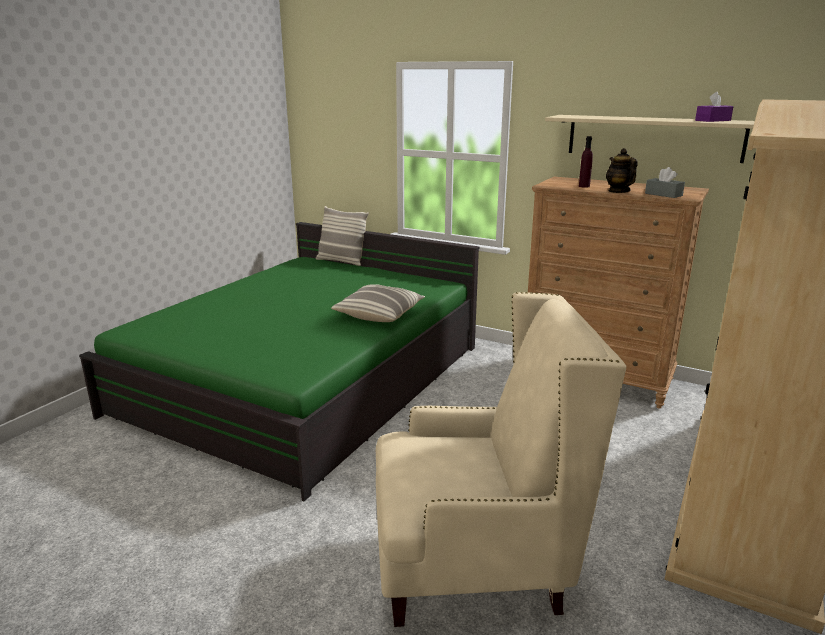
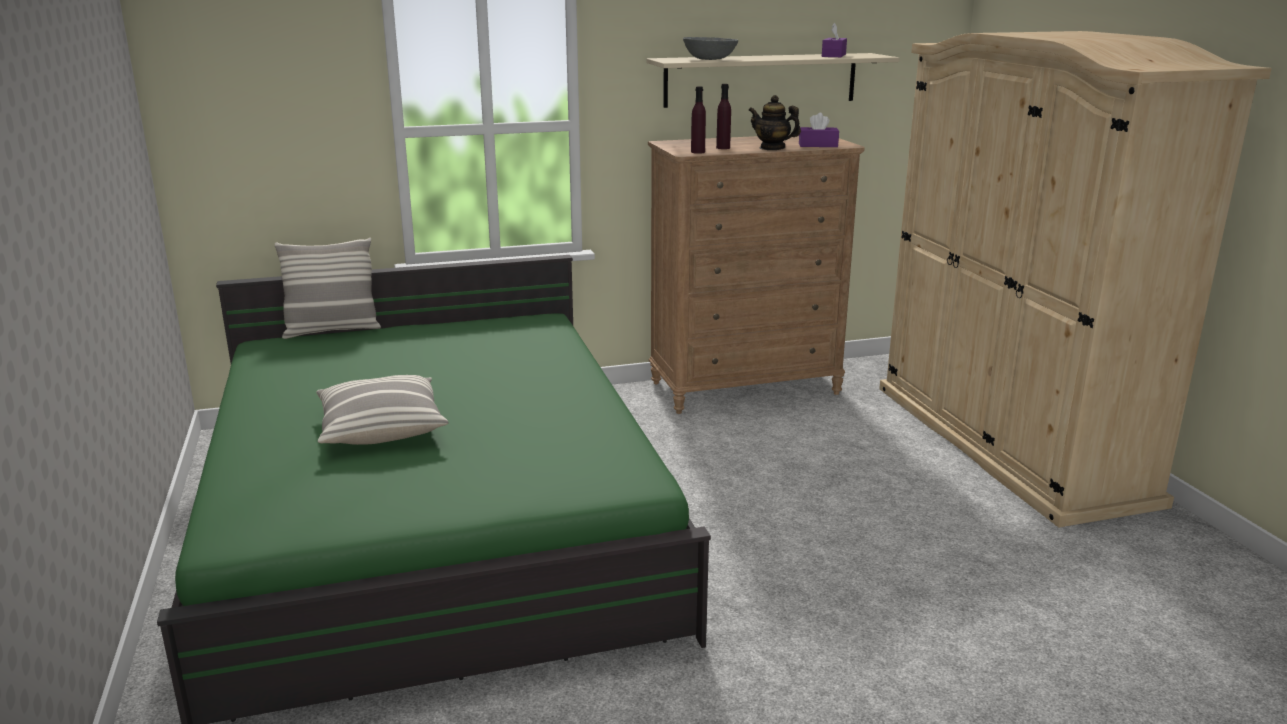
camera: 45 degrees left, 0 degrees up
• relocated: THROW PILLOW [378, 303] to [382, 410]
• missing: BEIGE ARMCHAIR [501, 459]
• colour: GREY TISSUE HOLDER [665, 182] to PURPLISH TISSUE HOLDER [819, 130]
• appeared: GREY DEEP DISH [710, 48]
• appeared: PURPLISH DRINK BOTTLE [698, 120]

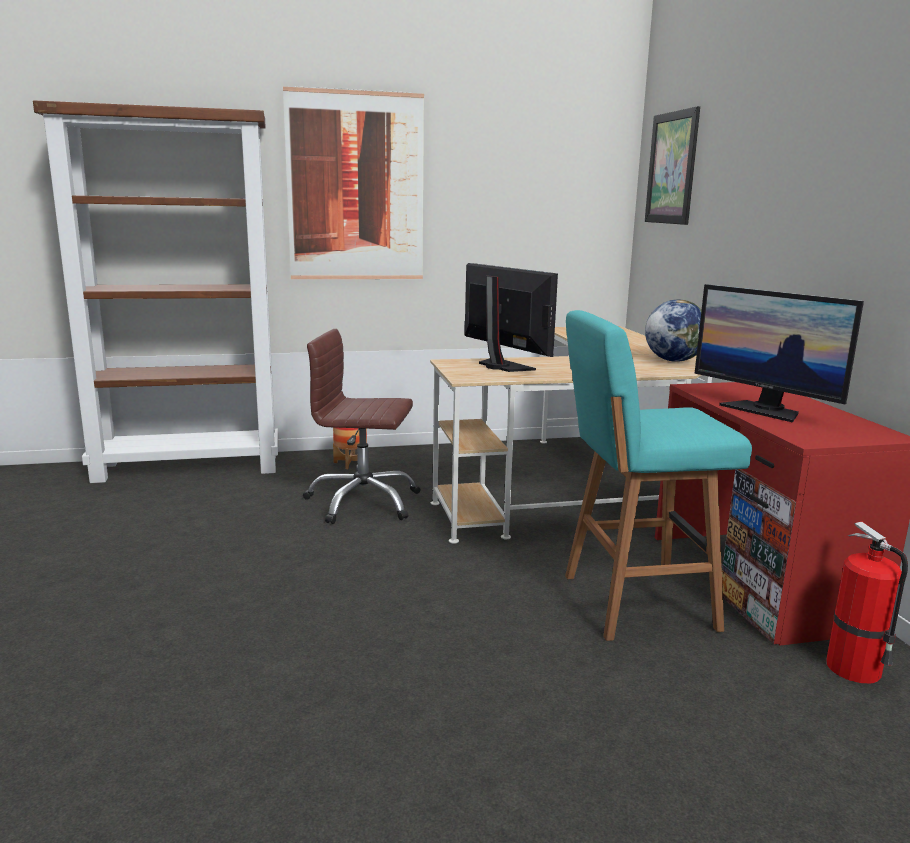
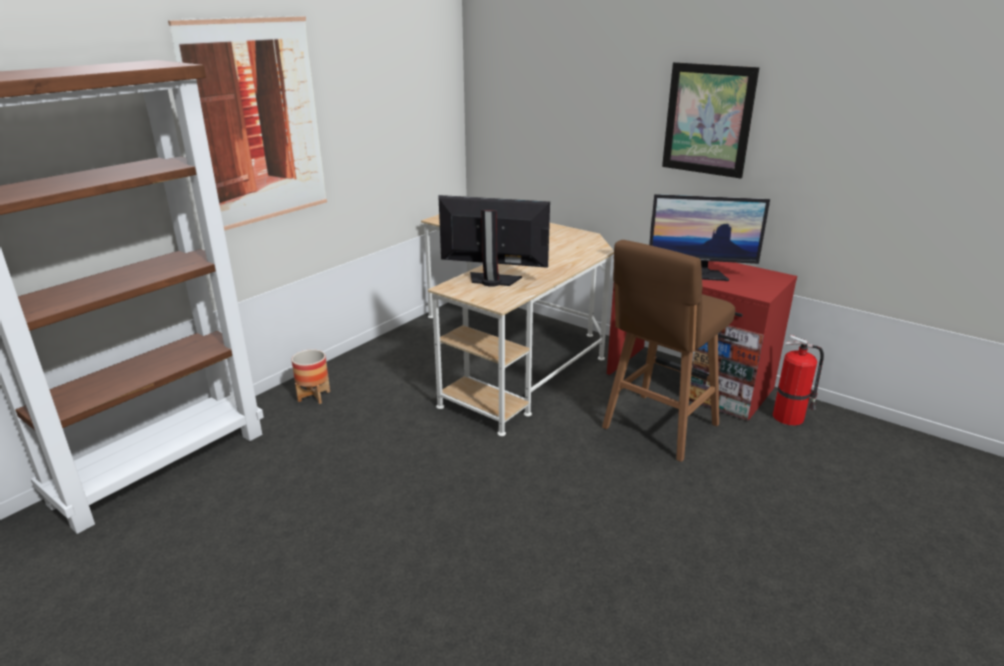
camera: 40 degrees left, 10 degrees up
• missing: BROWN-COLOURED COMPUTER CHAIR [361, 426]
• colour: TURQUOISE STOOL SEAT [658, 475] to BROWN-COLOURED STOOL SEAT [668, 351]
• relocated: WALL PICTURE [672, 165] to [710, 120]
• missing: GLOBE [673, 330]

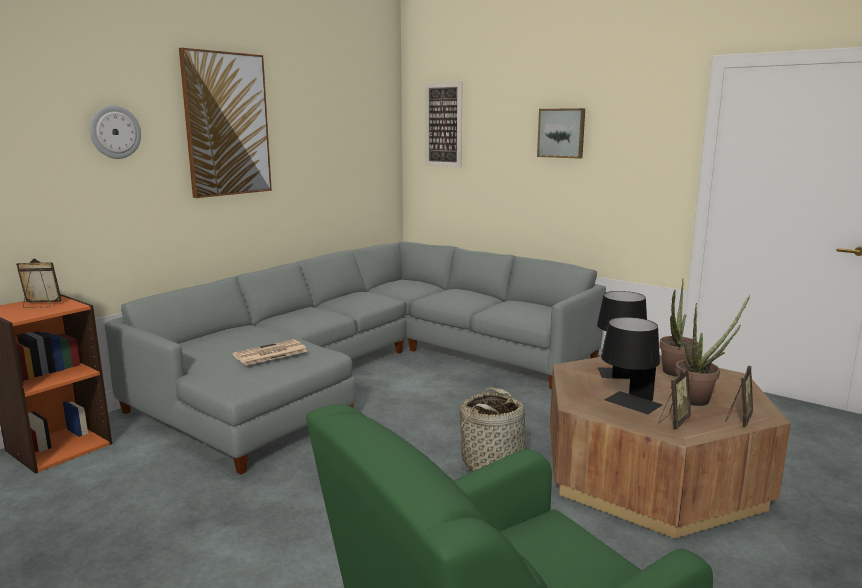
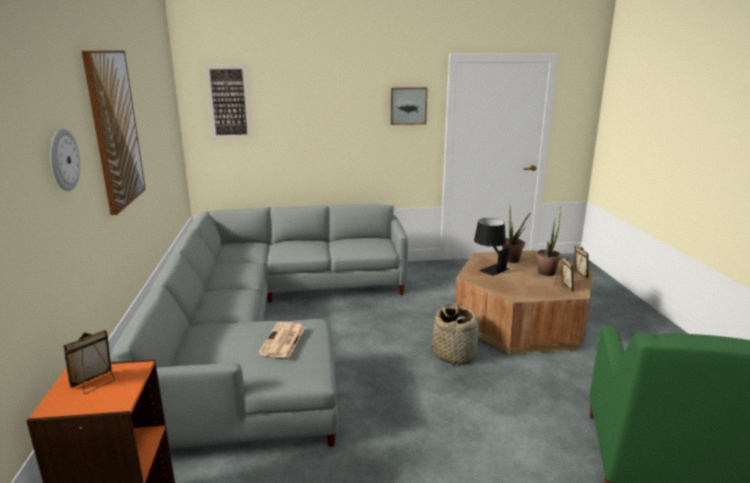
camera: 45 degrees left, 5 degrees up
• relocated: WALL PICTURE [561, 133] to [409, 106]
• missing: BLACK LAMP FOR A TABLE [631, 365]

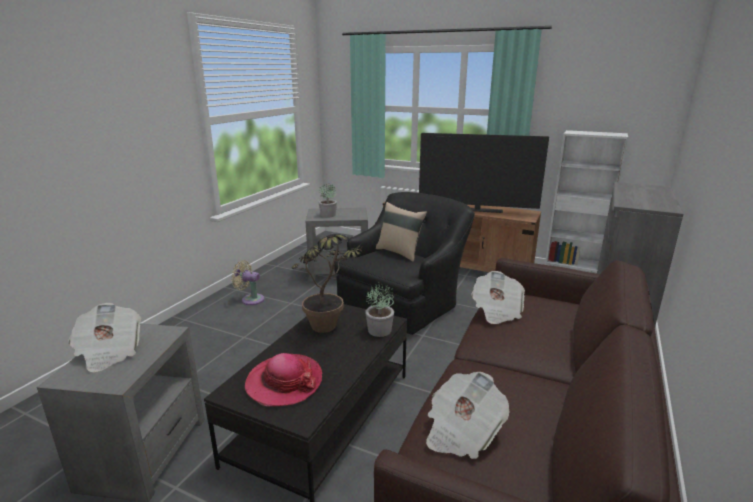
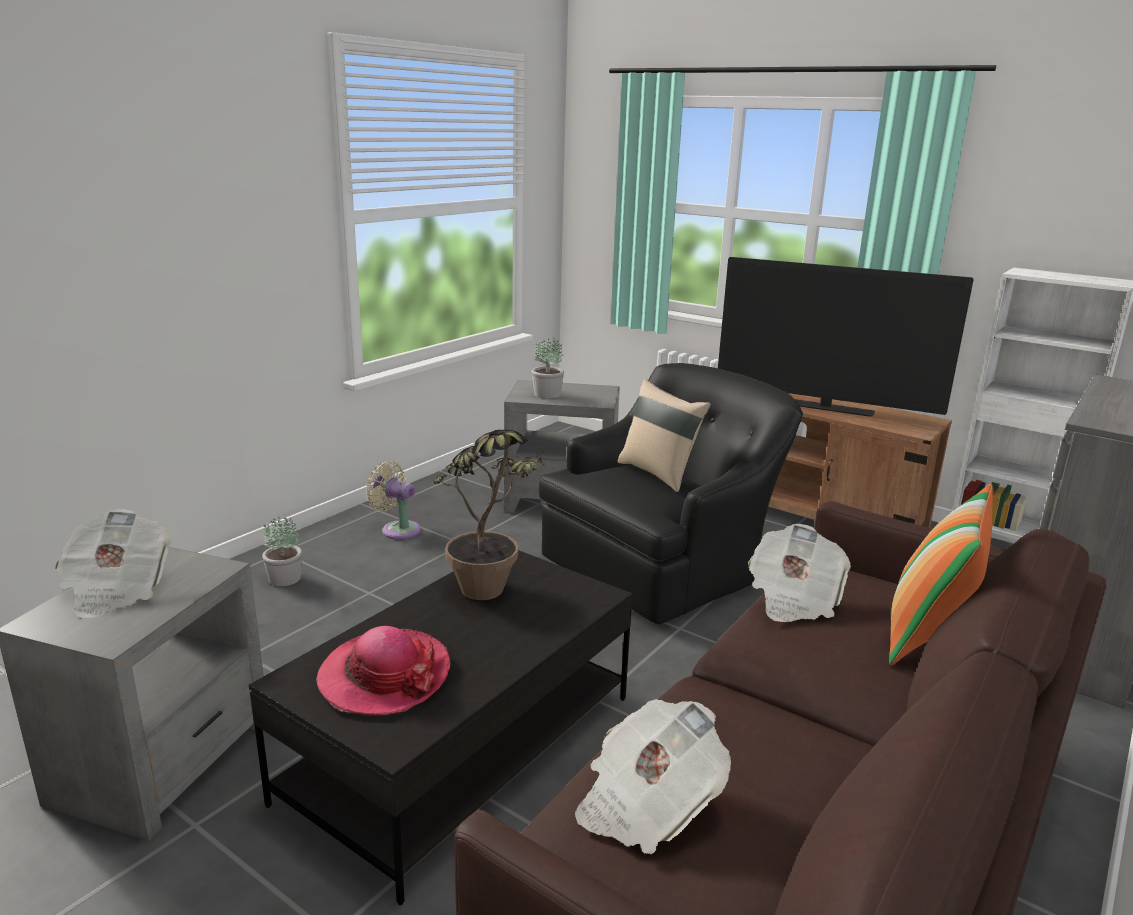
camera: 10 degrees right, 0 degrees up
• relocated: POTTED PLANT [379, 309] to [282, 550]
• appeared: THROW PILLOW [941, 574]

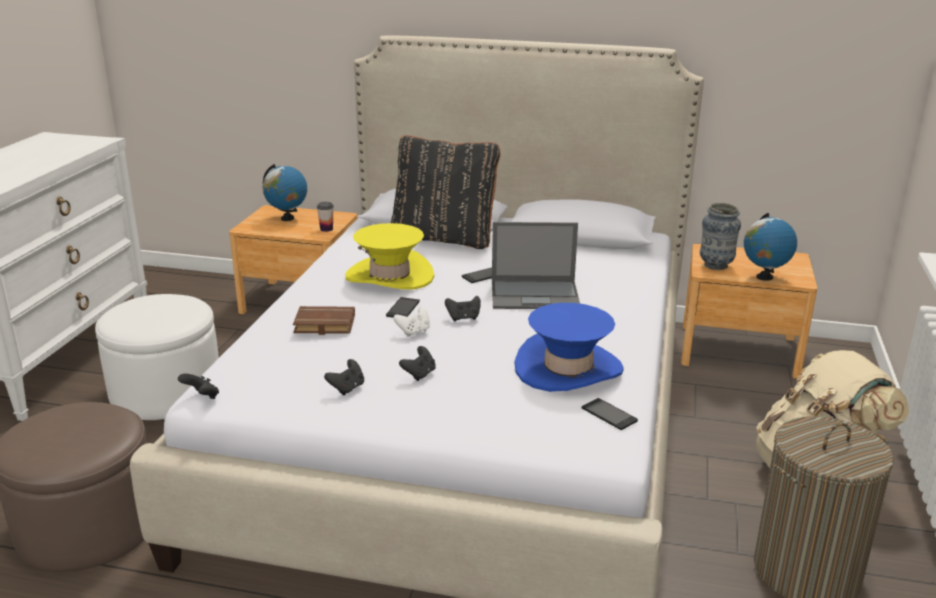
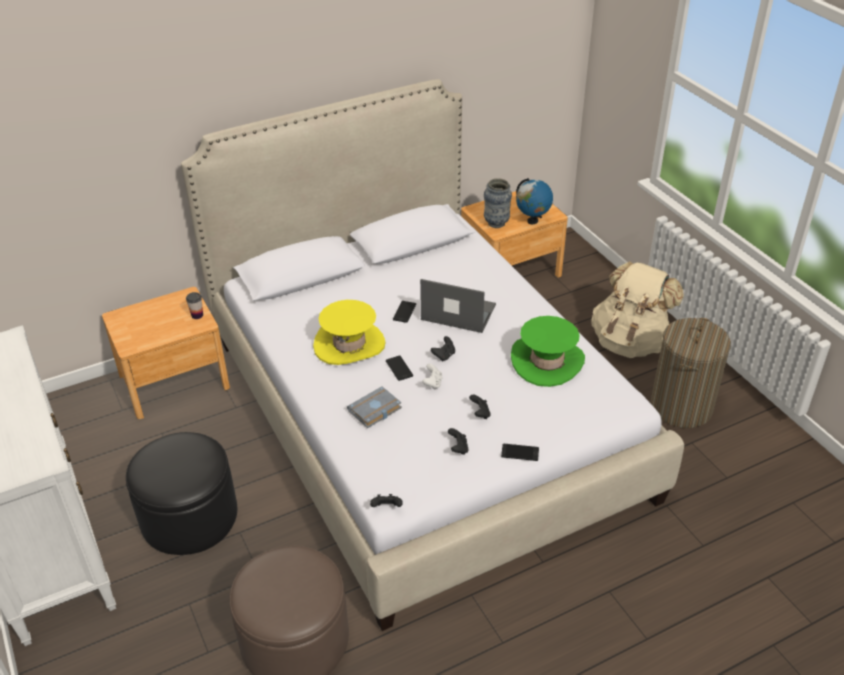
camera: 40 degrees left, 15 degrees up
• colour: WHITE FOOTREST [157, 357] to BLACK FOOTREST [181, 493]
• missing: GLOBE [285, 192]
• colour: BROWN-COLOURED BOOK [324, 320] to GREY BOOK [374, 407]
• missing: BLACK THROW PILLOW [446, 192]
• spun: NOTEBOOK COMPUTER [536, 265] = [458, 306] 120 degrees counterclockwise
• colour: BLUE-COLOURED HAT [569, 347] to GREEN HAT [548, 351]
• relocated: PHONE [610, 414] to [520, 452]

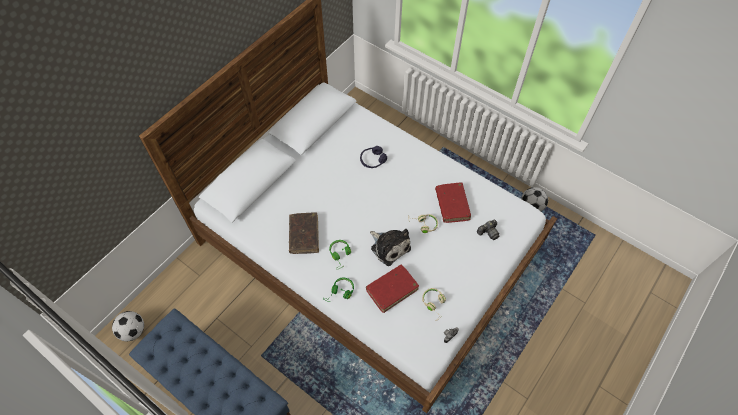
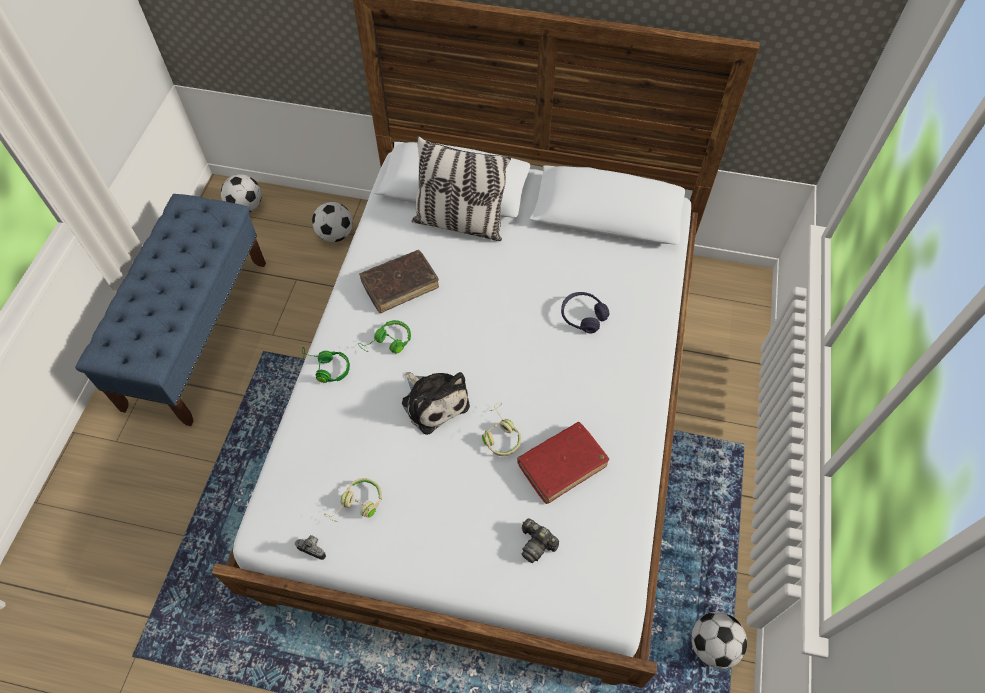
camera: 65 degrees right, 0 degrees up
• missing: RED-COLOURED BOOK [392, 289]
• spun: CUDDLY TOY [390, 247] = [436, 403] 60 degrees counterclockwise
• appeared: FOOTBALL [332, 222]
• appeared: THROW PILLOW [461, 188]

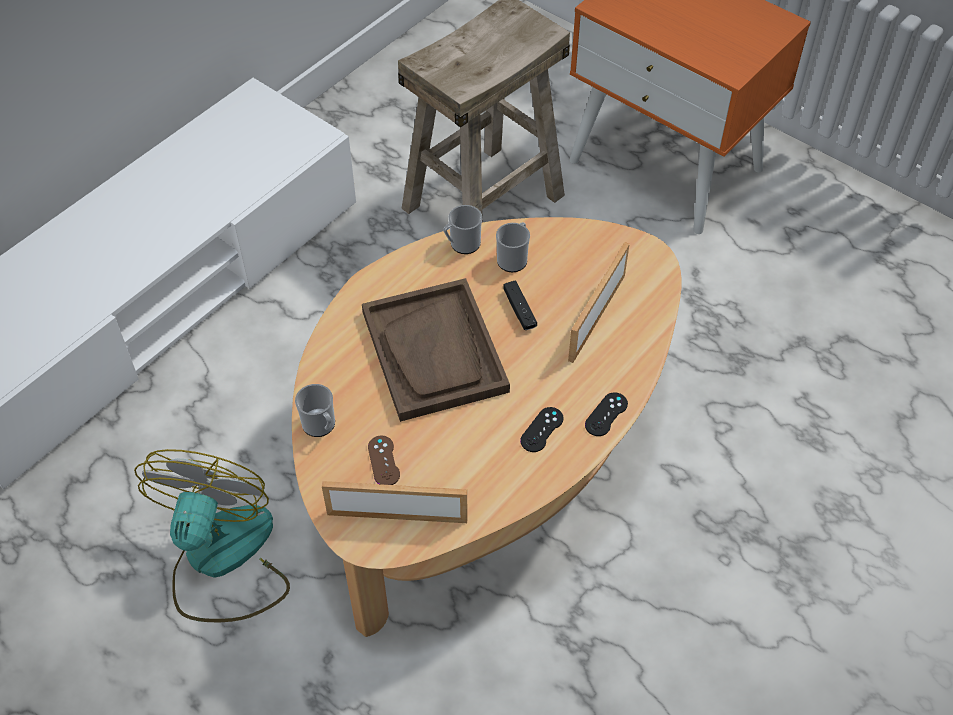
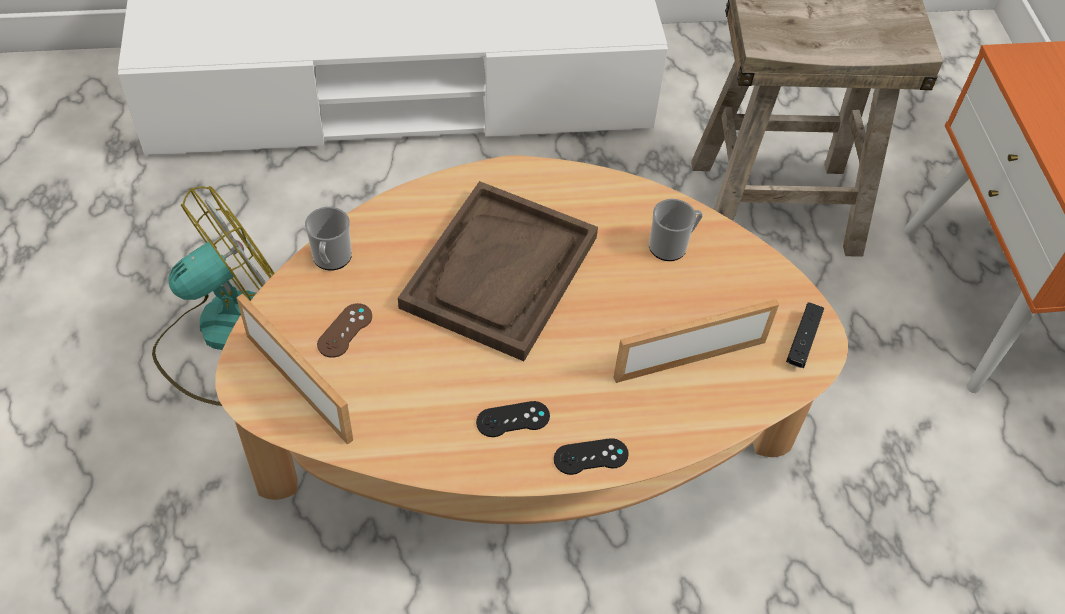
camera: 40 degrees right, 0 degrees up
• missing: MUG [462, 229]
• relocated: BLACK GAMEPAD [520, 305] to [805, 335]

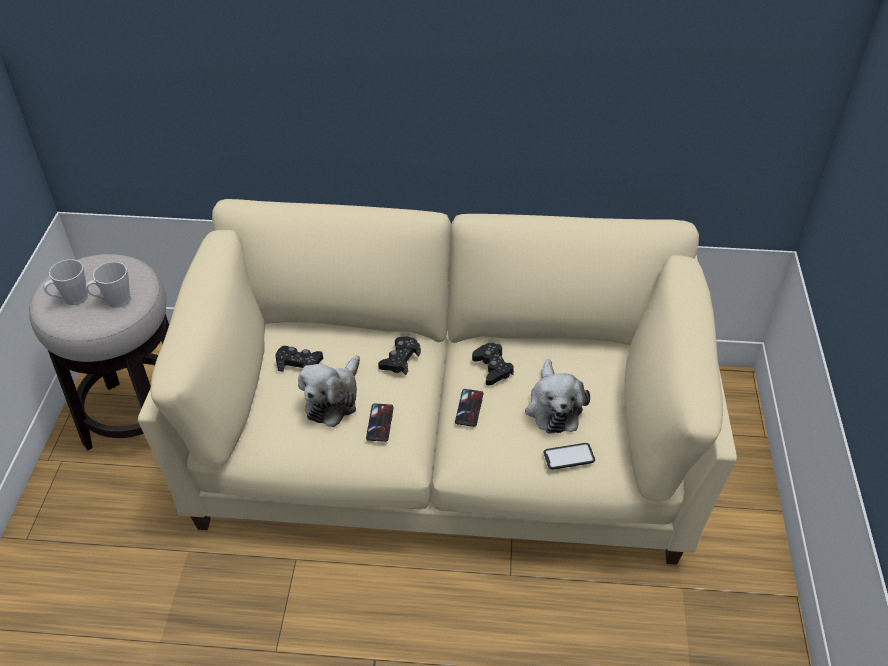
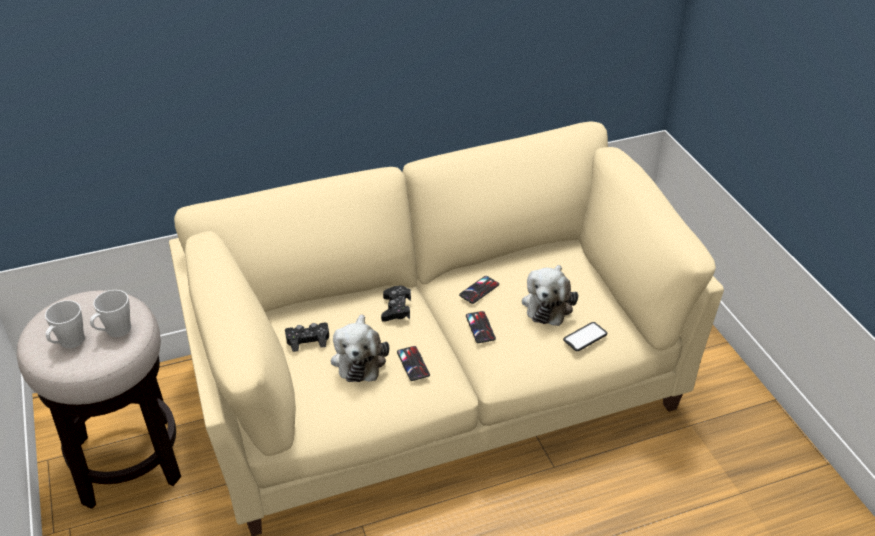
camera: 25 degrees left, 5 degrees down
• exchanged: BLACK GAMEPAD [493, 364] to PHONE [479, 290]
• spun: CUDDLY TOY [557, 396] = [550, 295] 45 degrees clockwise

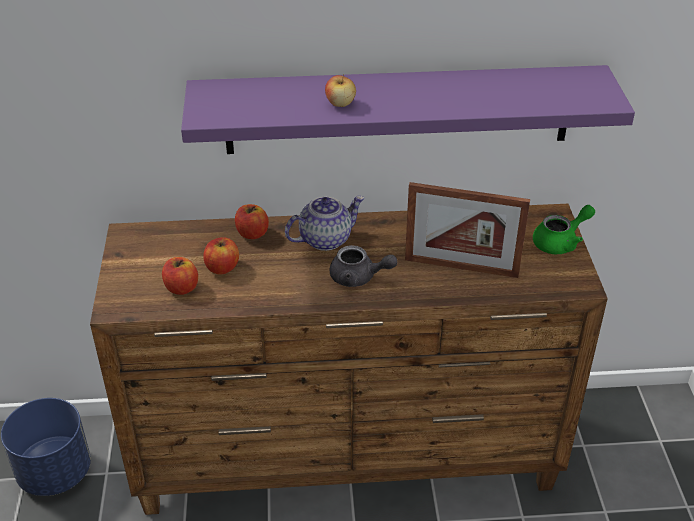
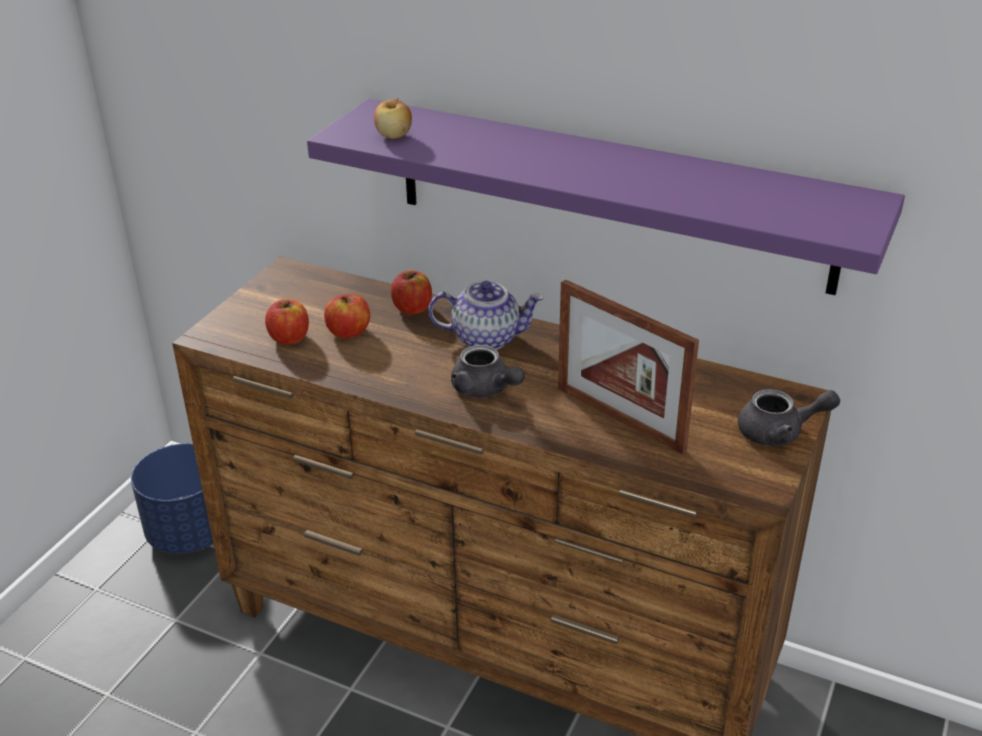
camera: 30 degrees right, 5 degrees down
• relocated: APPLE [340, 90] to [393, 118]
• colour: GREEN TEA POT [564, 229] to GREY TEA POT [789, 417]

